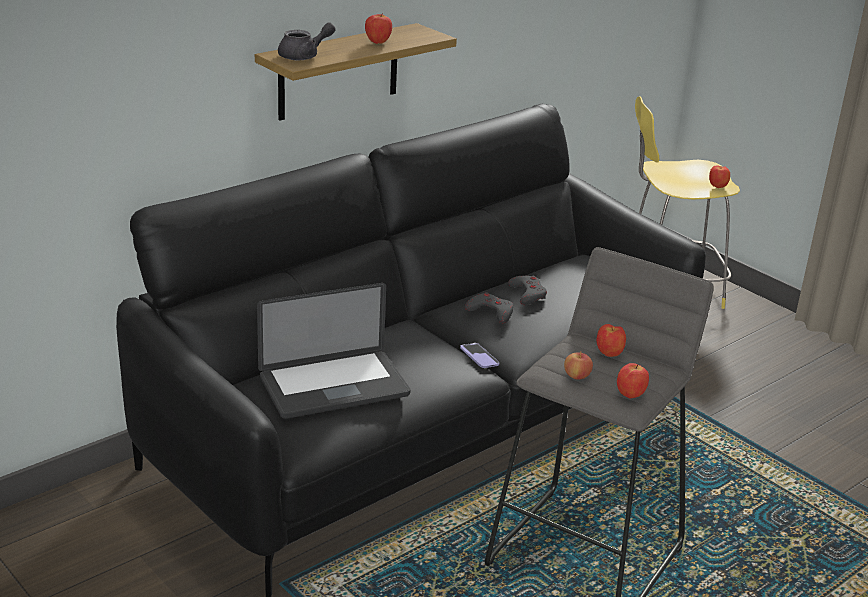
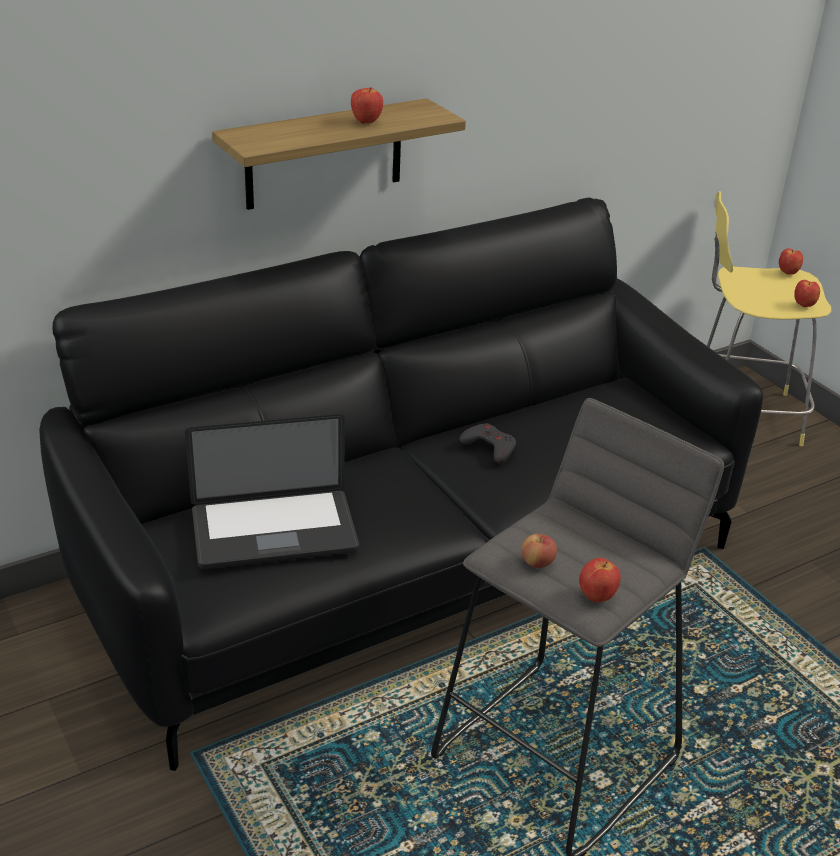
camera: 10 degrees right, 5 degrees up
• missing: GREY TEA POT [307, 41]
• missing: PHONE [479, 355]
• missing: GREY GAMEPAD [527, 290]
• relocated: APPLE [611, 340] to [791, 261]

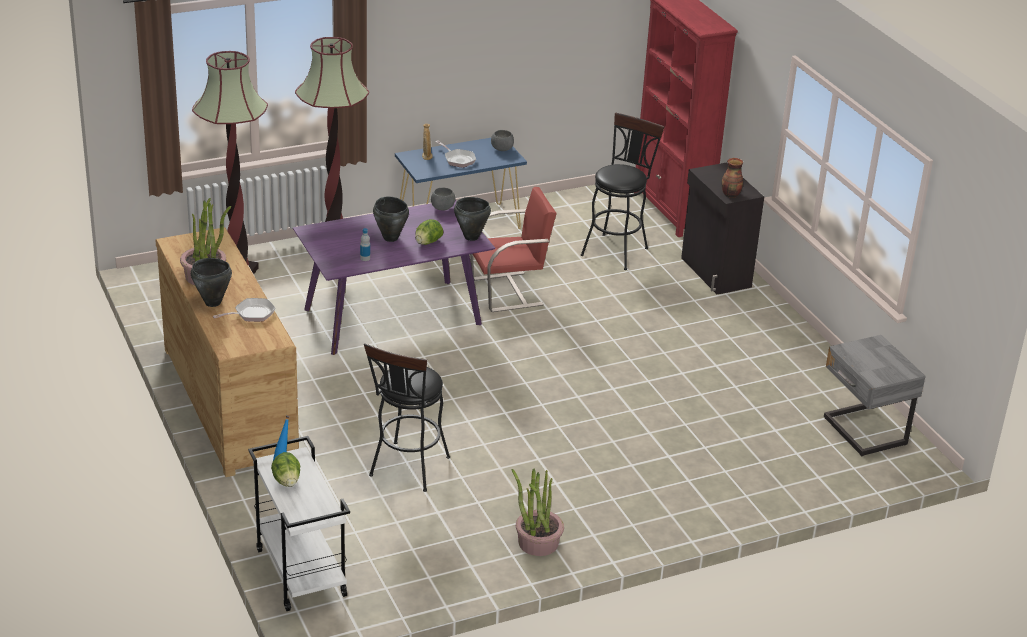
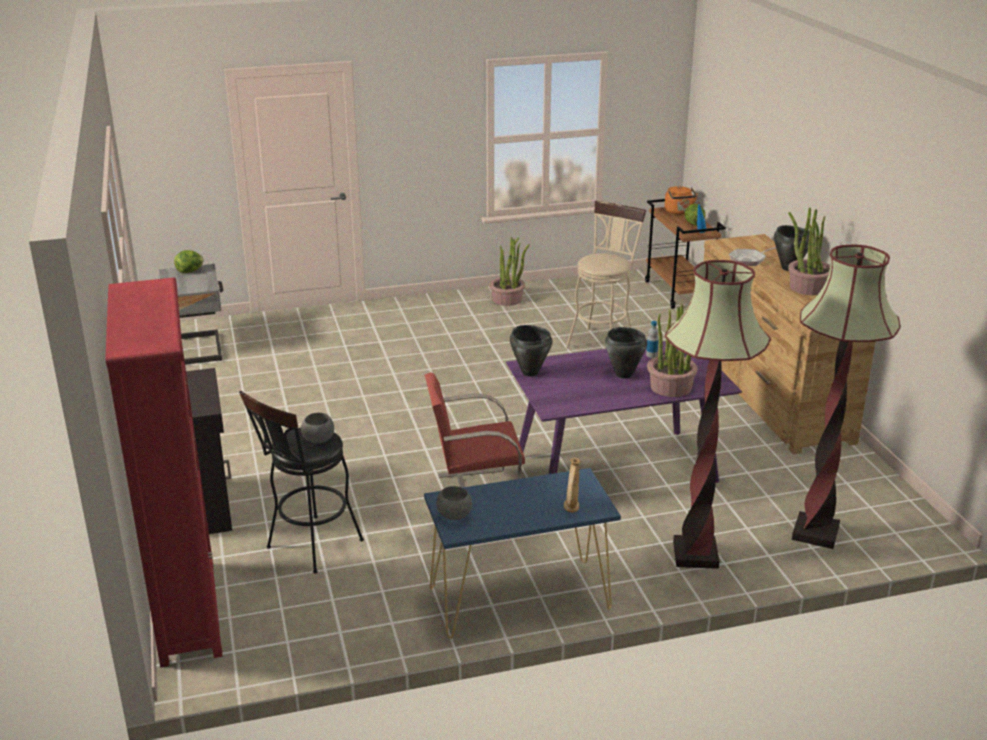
camera: 170 degrees left, 5 degrees down
• colour: WHITE CART [299, 523] to BROWN-COLOURED CART [685, 254]
• colour: BLACK STOOL SEAT [407, 417] to BEIGE STOOL SEAT [606, 275]
• relocated: LETTUCE [429, 232] to [189, 261]
• relocated: GREY DEEP DISH [443, 199] to [317, 428]
• missing: PAN [455, 154]
• missing: FLOWER VASE [732, 178]
• appeared: POTTED PLANT [672, 351]
• appeared: ORANGEY KETTLE [681, 200]

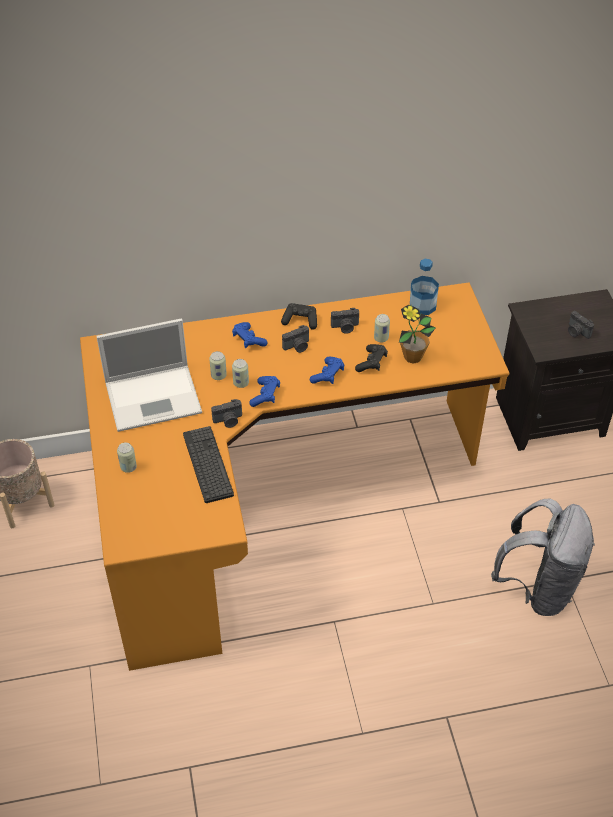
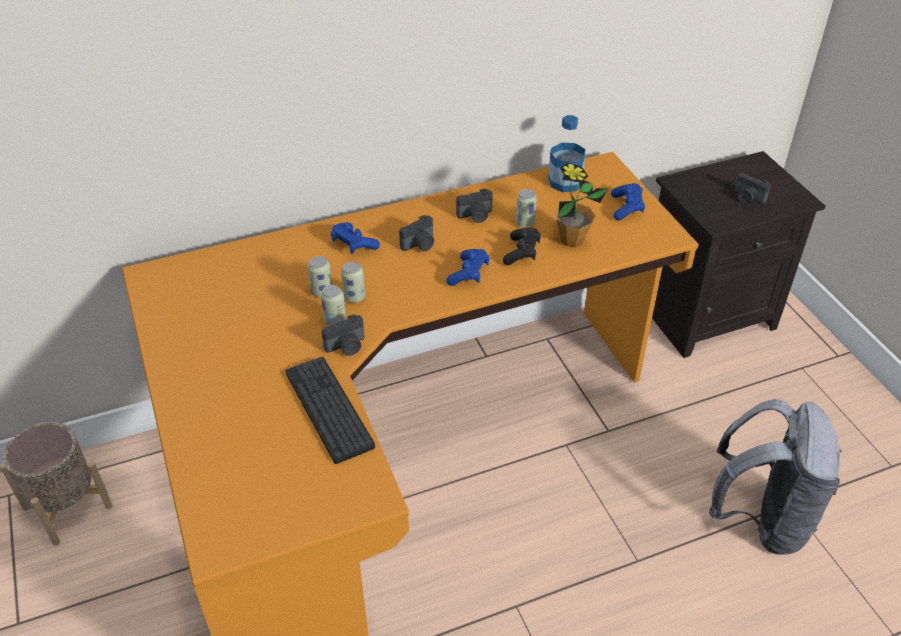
camera: 10 degrees left, 5 degrees down
• missing: NOTEBOOK COMPUTER [149, 375]
• relocated: METAL CAN [127, 457] to [333, 305]
• relocated: BLUE-COLOURED GAMEPAD [265, 391] to [628, 201]
• missing: BLACK GAMEPAD [299, 316]

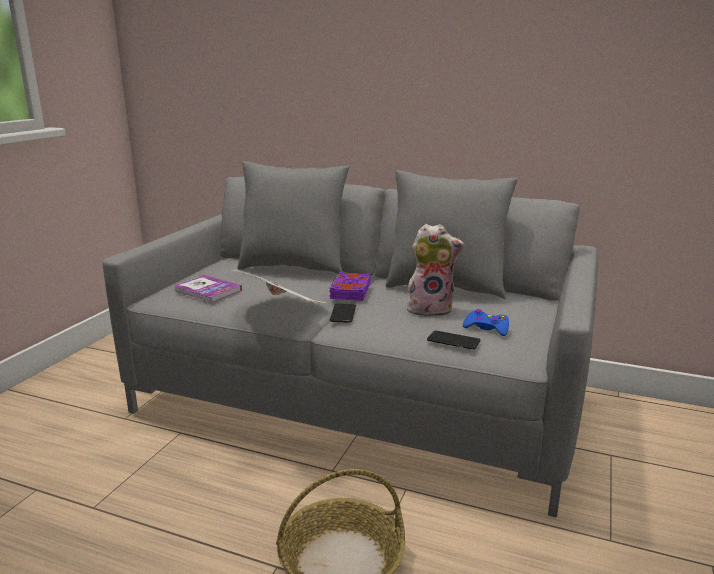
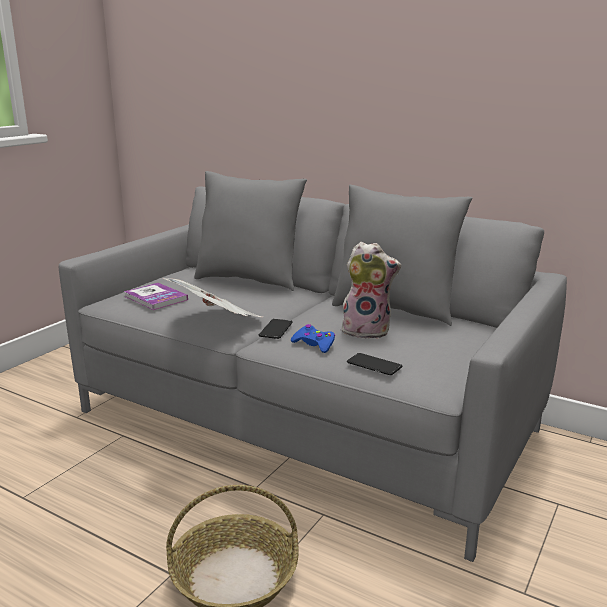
camera: 10 degrees right, 0 degrees up
• missing: PURPLISH BOOK [350, 286]
• relocated: BLUE-COLOURED GAMEPAD [486, 322] to [313, 338]

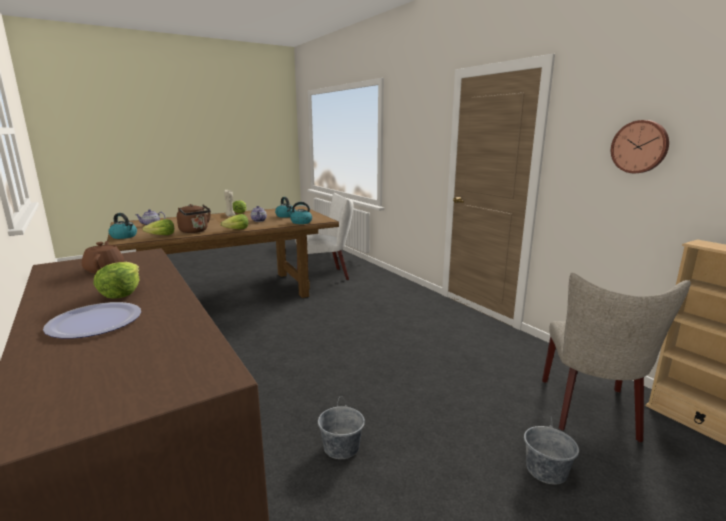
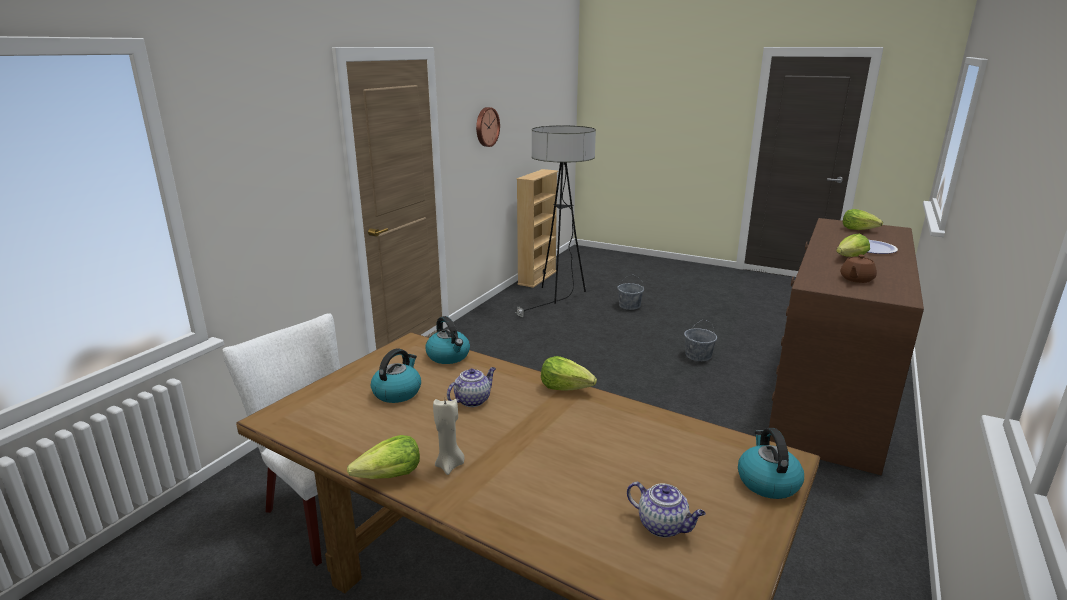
camera: 120 degrees left, 5 degrees up
• relocated: LETTUCE [158, 227] to [863, 219]
• missing: BROWN-COLOURED KETTLE [194, 218]
• exchanged: BEIGE CHAIR [616, 357] to FLOOR LAMP [555, 222]

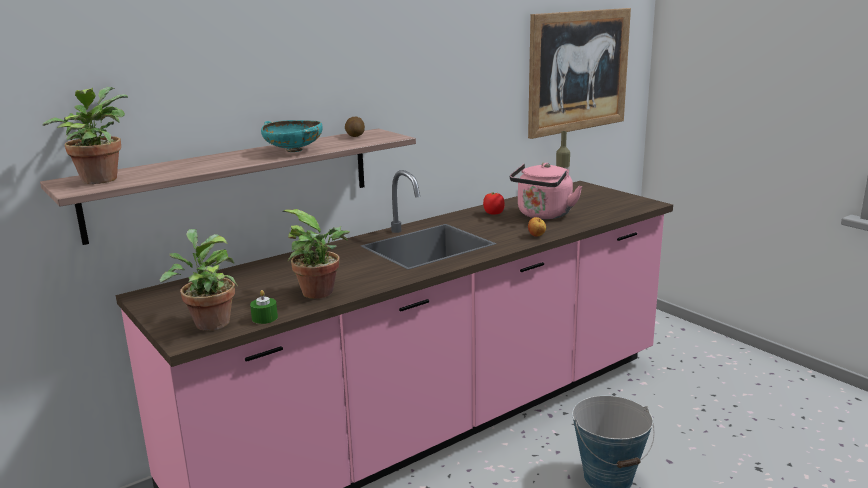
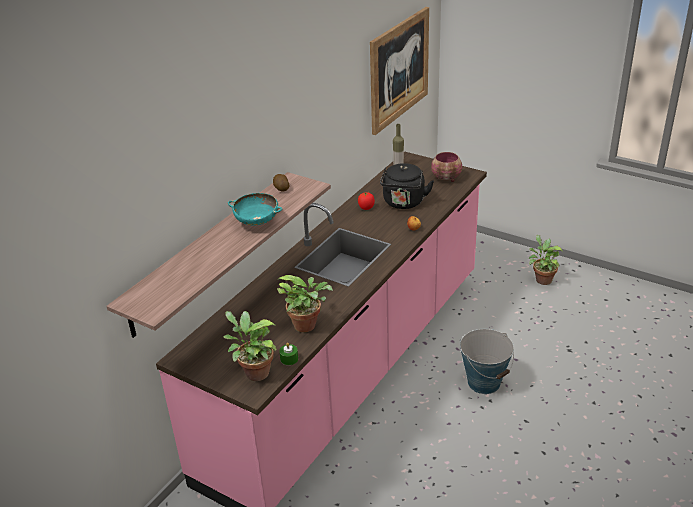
camera: 20 degrees left, 15 degrees up
• relocated: POTTED PLANT [85, 135] to [546, 260]
• colour: PINK-COLOURED KETTLE [546, 191] to BLACK KETTLE [407, 186]
• appeared: DEEP DISH [446, 167]

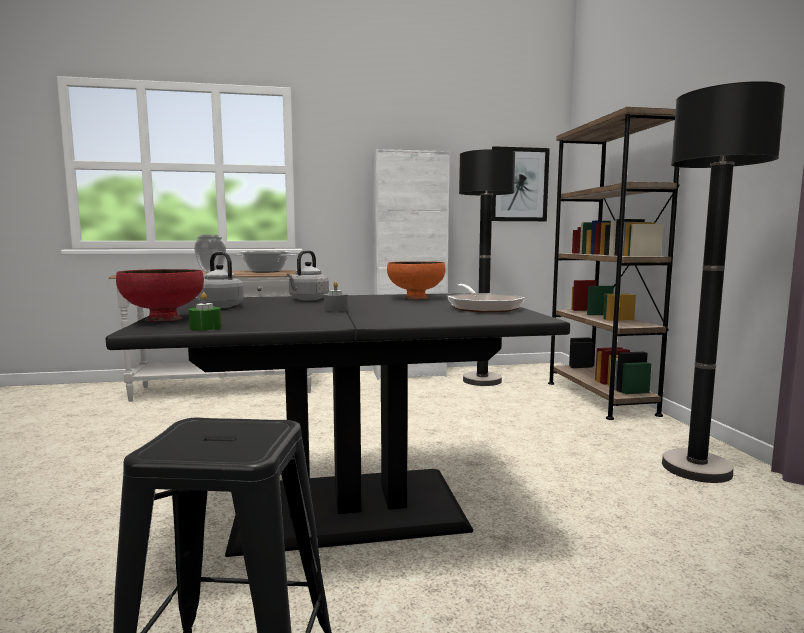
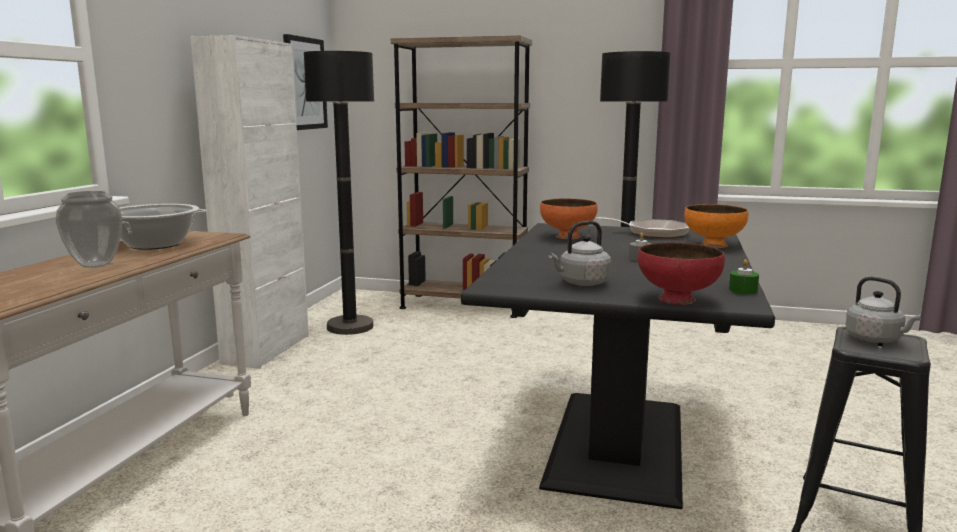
camera: 65 degrees left, 5 degrees up
• relocated: GREY KETTLE [307, 275] to [883, 310]
• appeared: ORANGEY DEEP DISH [716, 226]

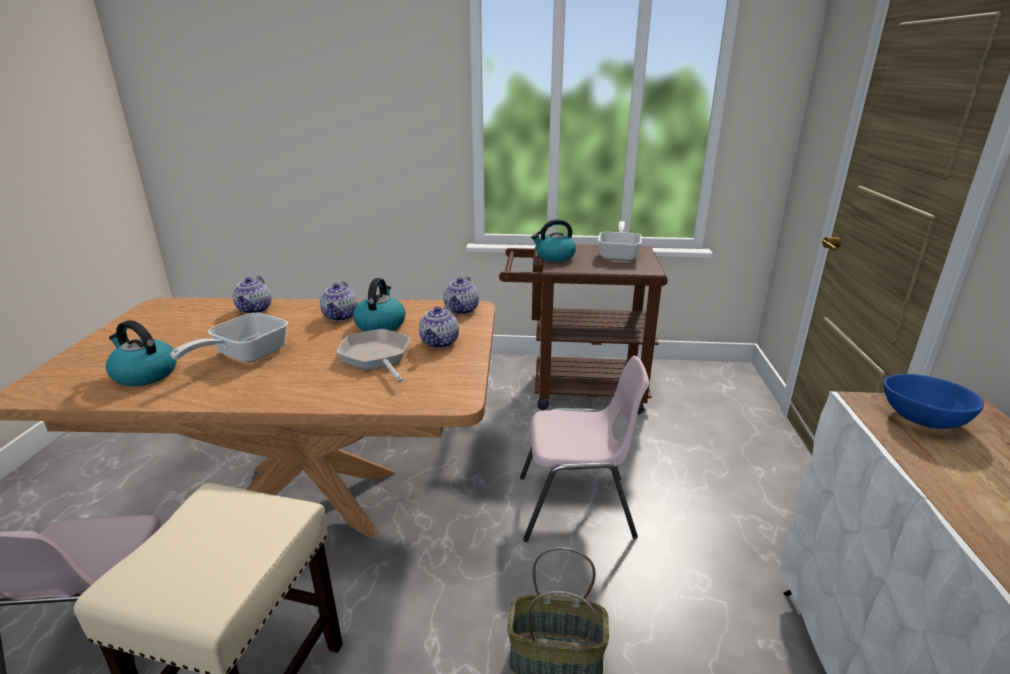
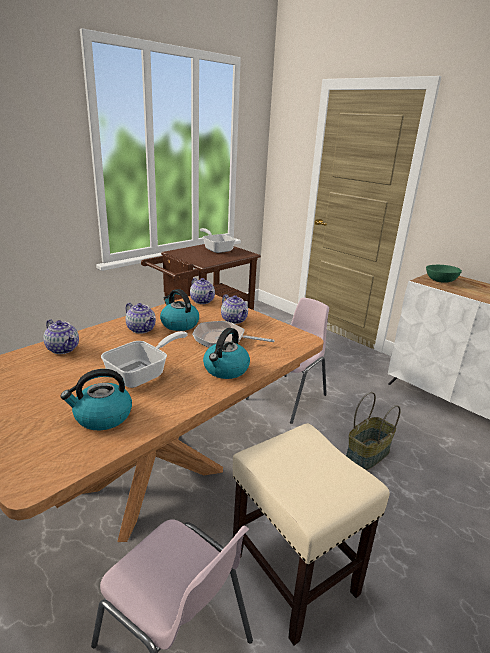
camera: 50 degrees left, 0 degrees up
• spun: PAN [229, 338] = [144, 359] 120 degrees counterclockwise
• relocated: KETTLE [553, 240] to [226, 353]
• colour: BLUE-COLOURED DEEP DISH [934, 401] to GREEN DEEP DISH [444, 274]

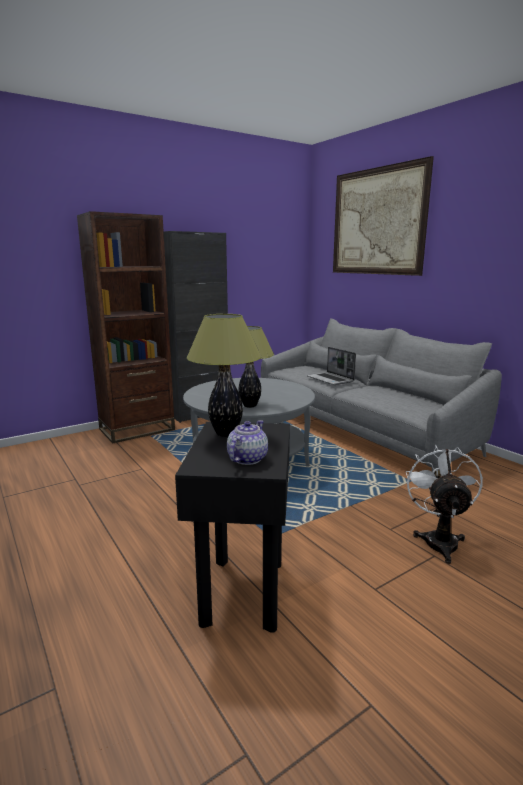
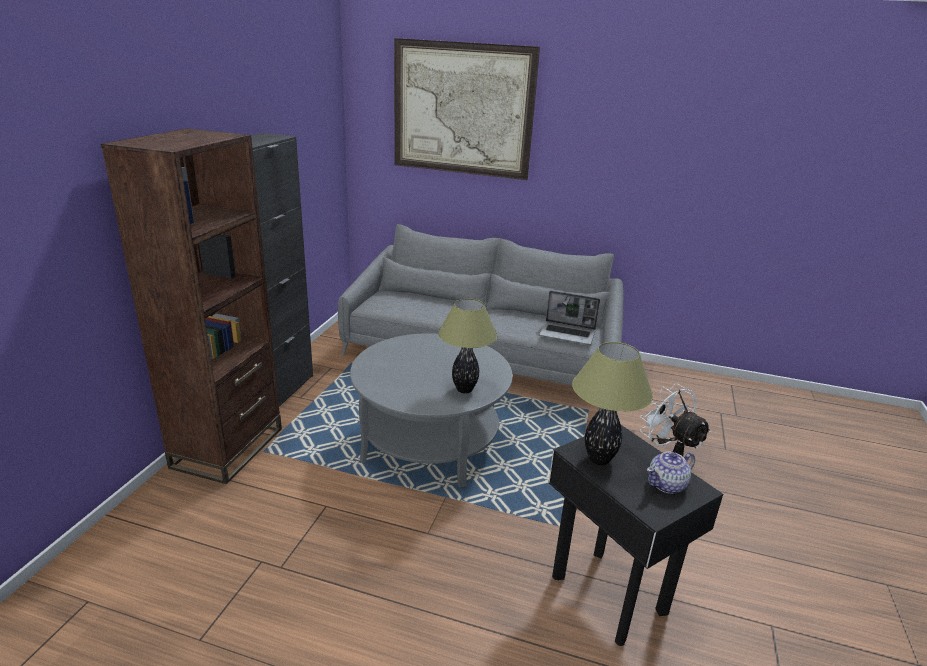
camera: 40 degrees left, 10 degrees up
• spun: TEA POT [247, 442] = [671, 473] 105 degrees counterclockwise
• relocated: NOTEBOOK COMPUTER [331, 366] to [569, 318]

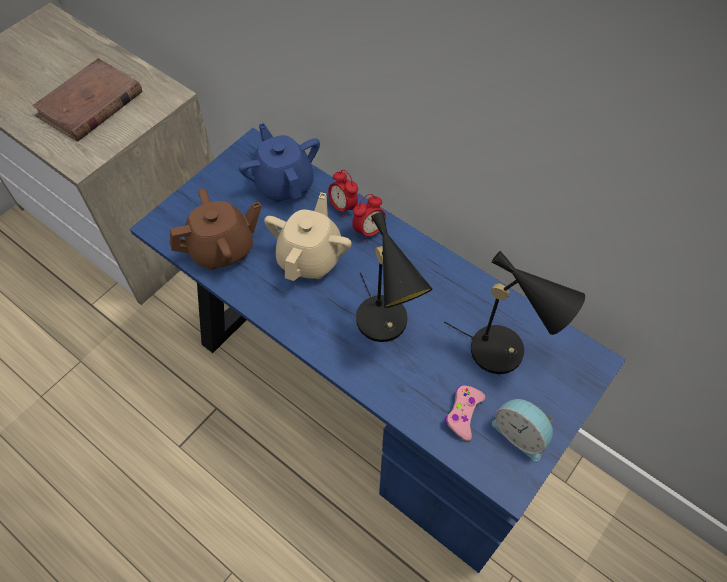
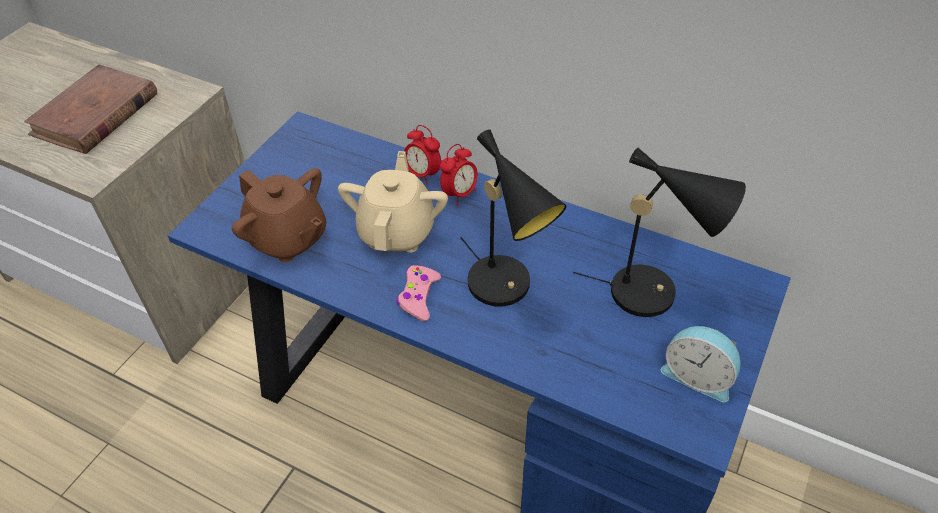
camera: 10 degrees left, 10 degrees down
• spun: BROWN-COLOURED TEA POT [215, 229] = [279, 215] 75 degrees clockwise
• missing: BLUE-COLOURED TEA POT [279, 163]
• relocated: PINK-COLOURED GAMEPAD [465, 413] to [419, 293]

